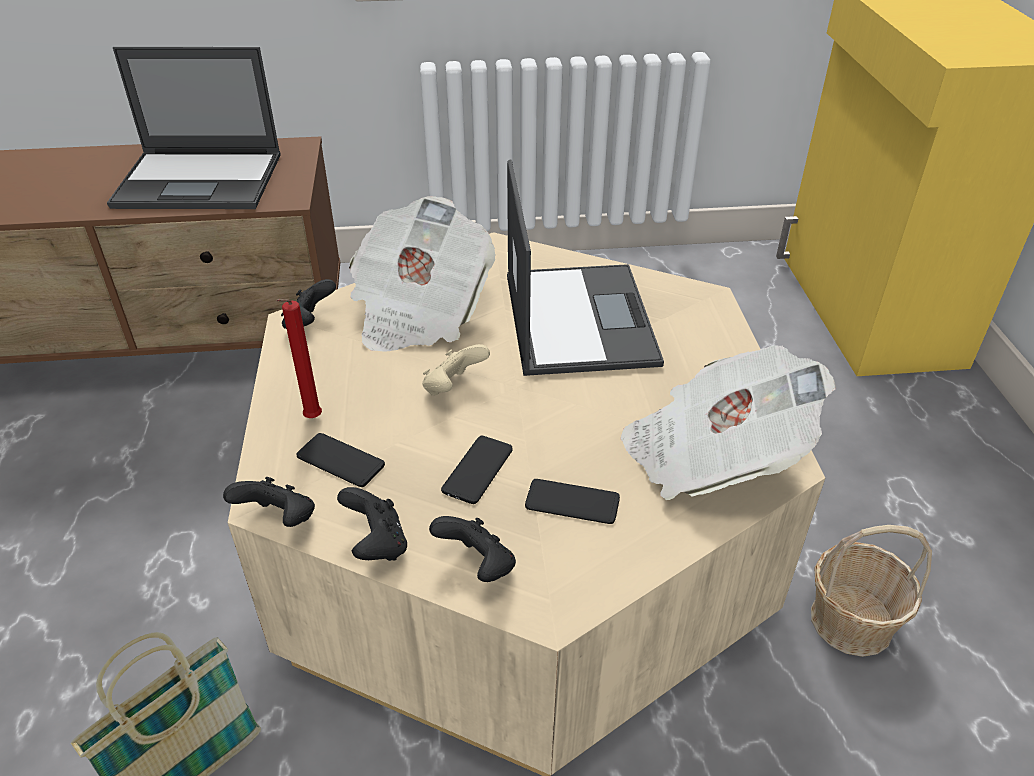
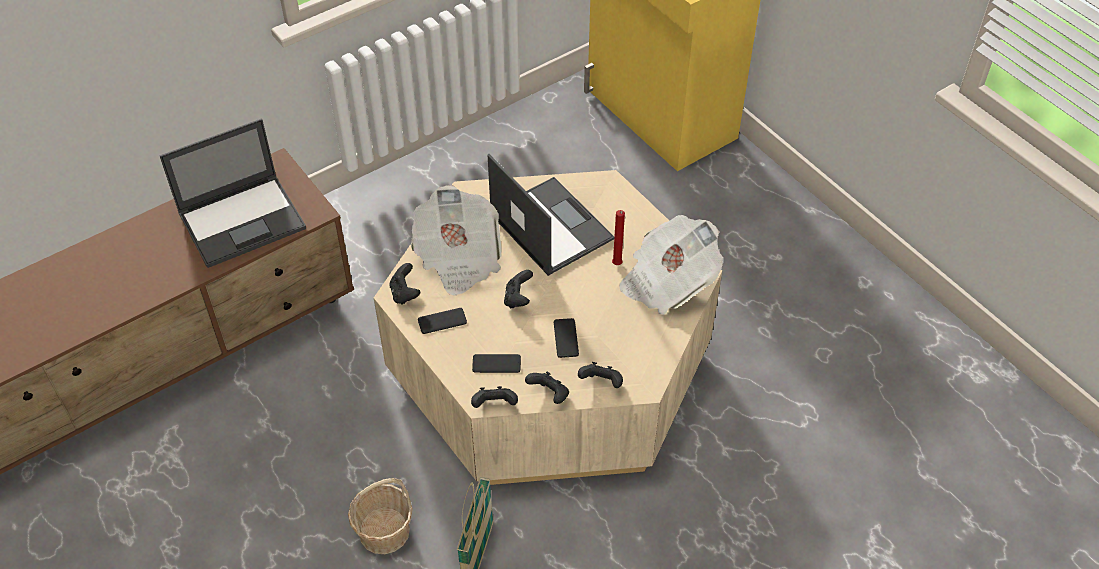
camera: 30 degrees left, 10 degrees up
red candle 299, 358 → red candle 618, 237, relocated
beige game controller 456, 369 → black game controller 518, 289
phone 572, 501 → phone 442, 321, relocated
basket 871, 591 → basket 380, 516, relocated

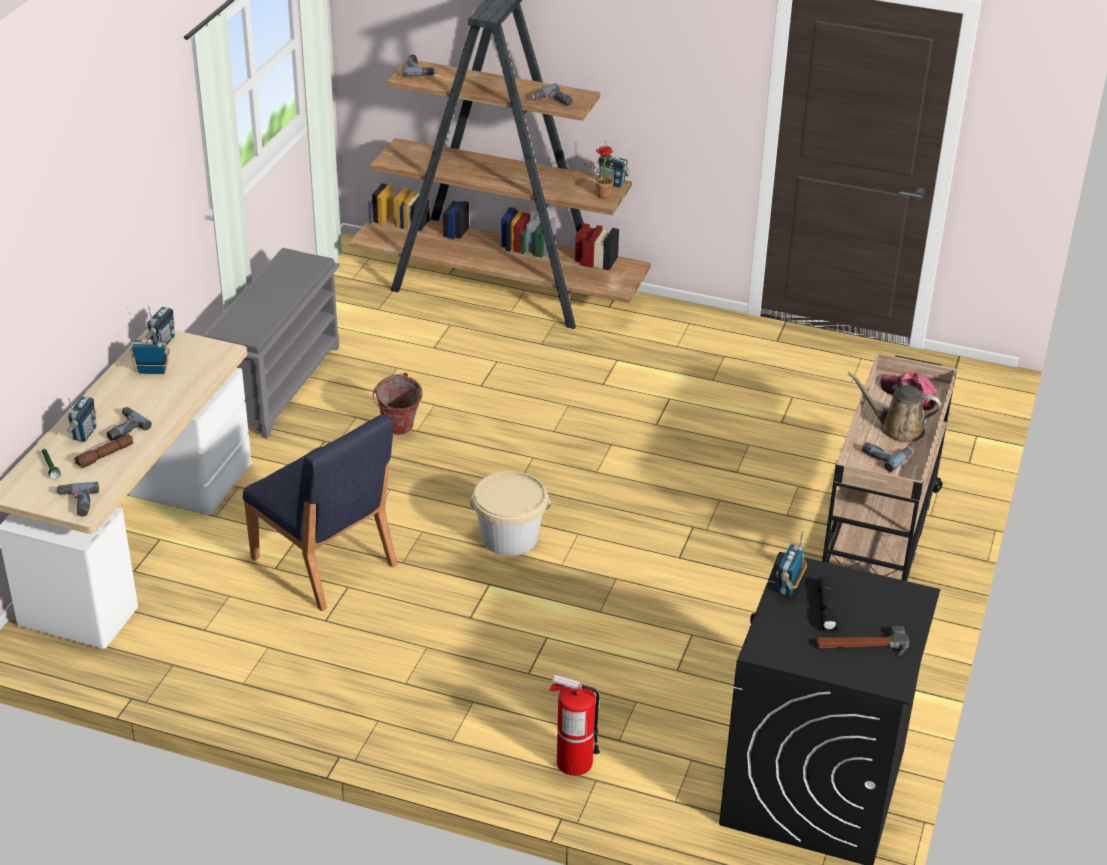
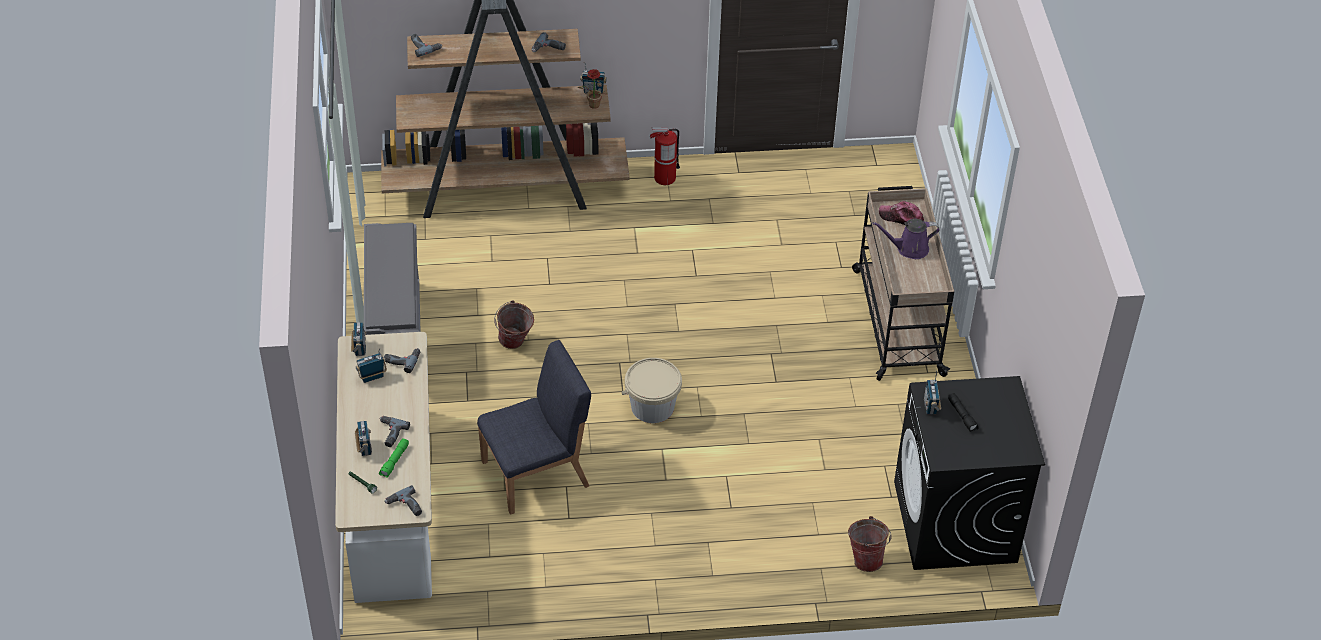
camera: 25 degrees left, 10 degrees up
brown flashlight 103, 451 → green flashlight 394, 458
blue chair 320, 512 → blue chair 534, 427, 45 degrees counterclockwise
fire extinguisher 574, 725 → fire extinguisher 665, 156, relocated
hammer 862, 641 → -
brown watering can 894, 407 → purple watering can 906, 239
power drill 887, 457 → power drill 402, 360, relocated
- → bucket 869, 544

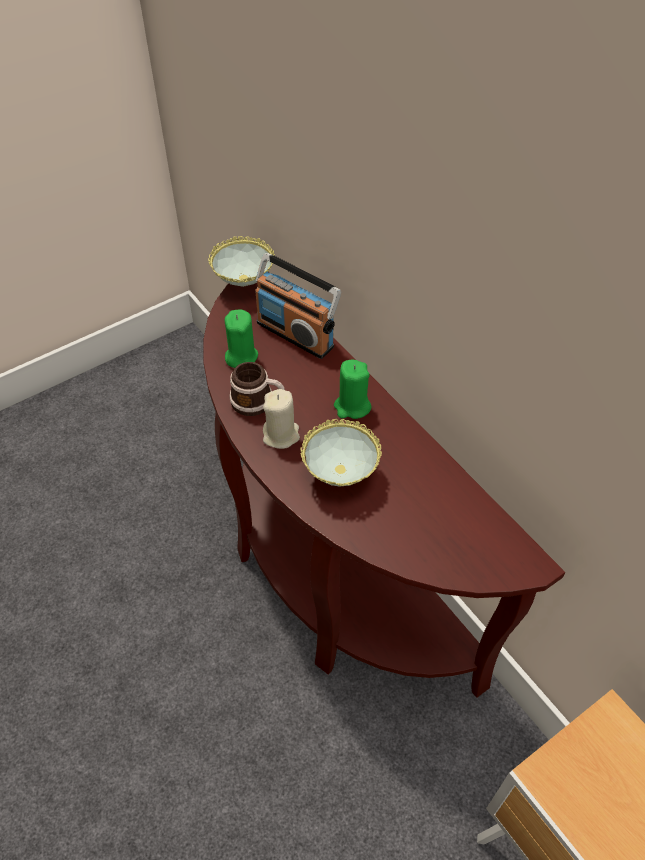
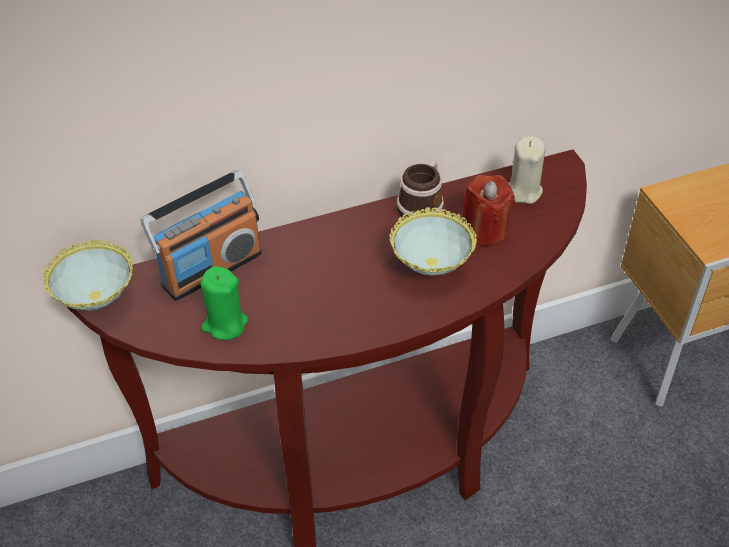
camera: 75 degrees left, 5 degrees down
mug 257, 389 → mug 420, 190, relocated
beige candle 281, 419 → beige candle 527, 170, relocated
green candle 352, 389 → -
- → red candle 489, 210

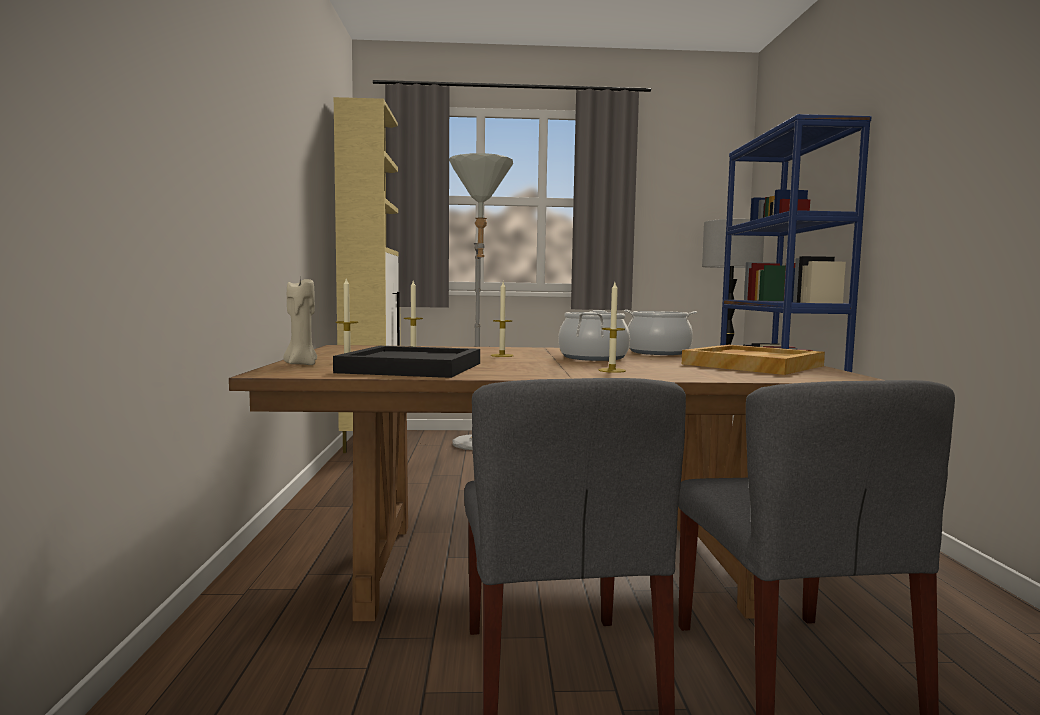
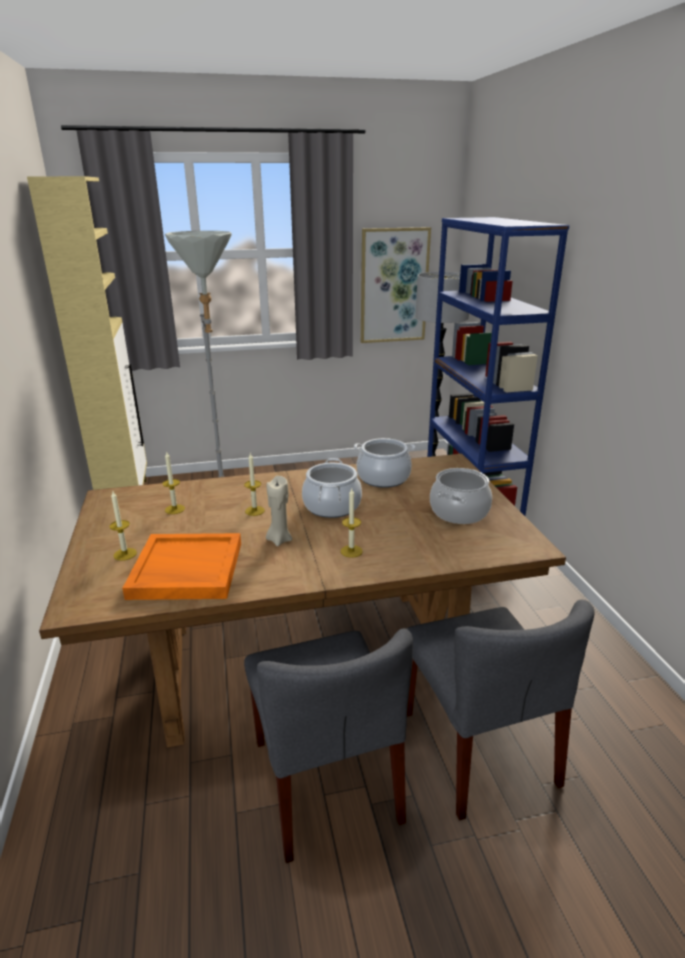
camera: 10 degrees left, 20 degrees up
beige candle 300, 322 → beige candle 279, 511, relocated
black tray 406, 362 → orange tray 181, 566
beige tray 753, 360 → cooking pot 461, 496
- → picture 396, 285

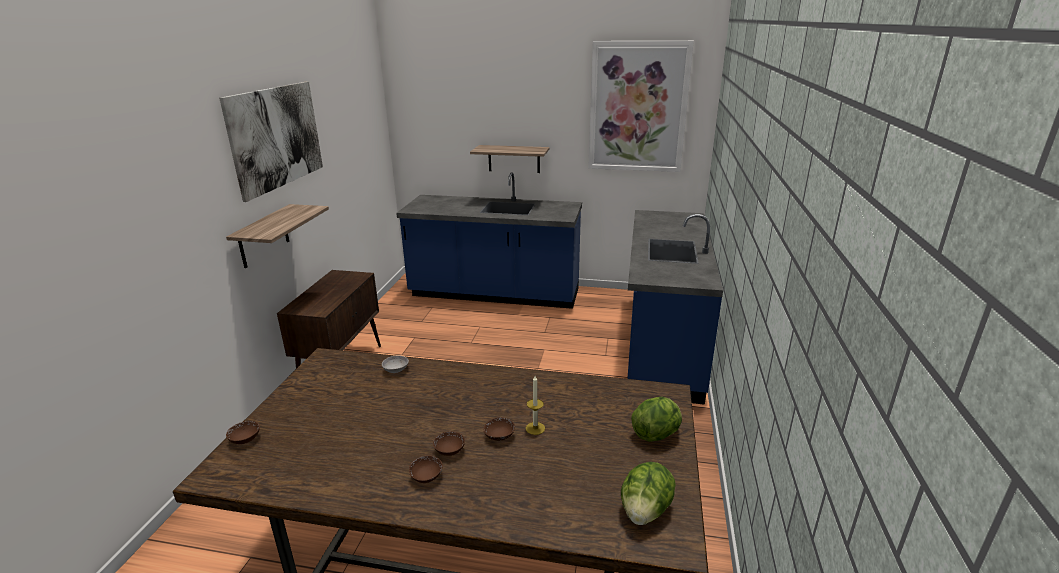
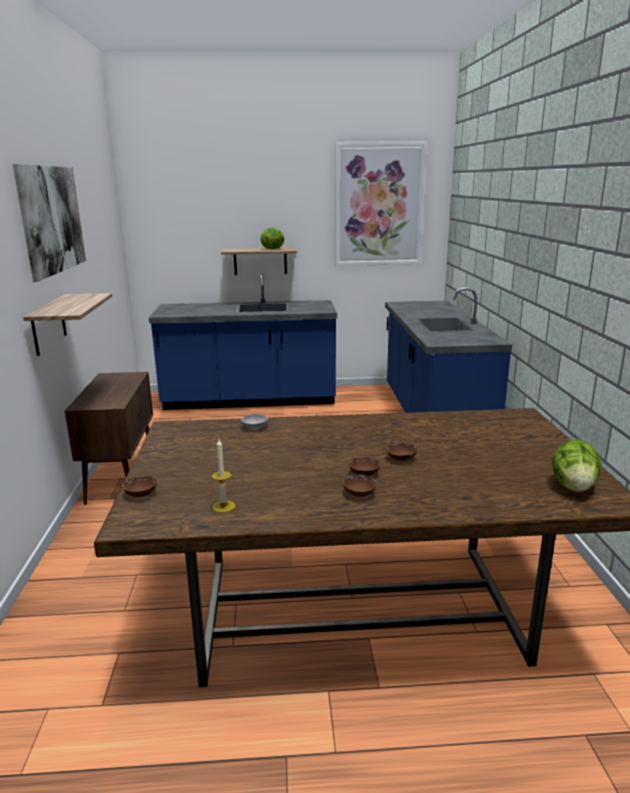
camera: 15 degrees left, 5 degrees down
candle 535, 405 → candle 223, 476, relocated
lettuce 656, 419 → lettuce 272, 238, relocated

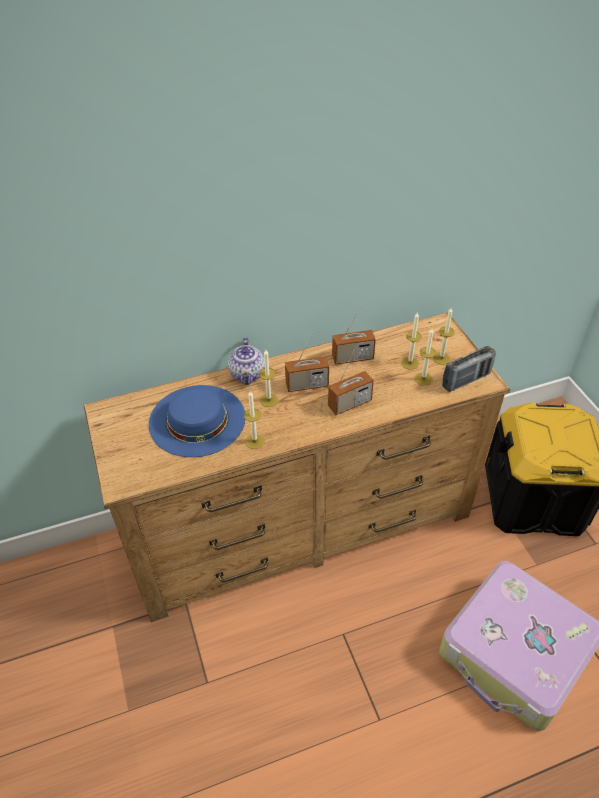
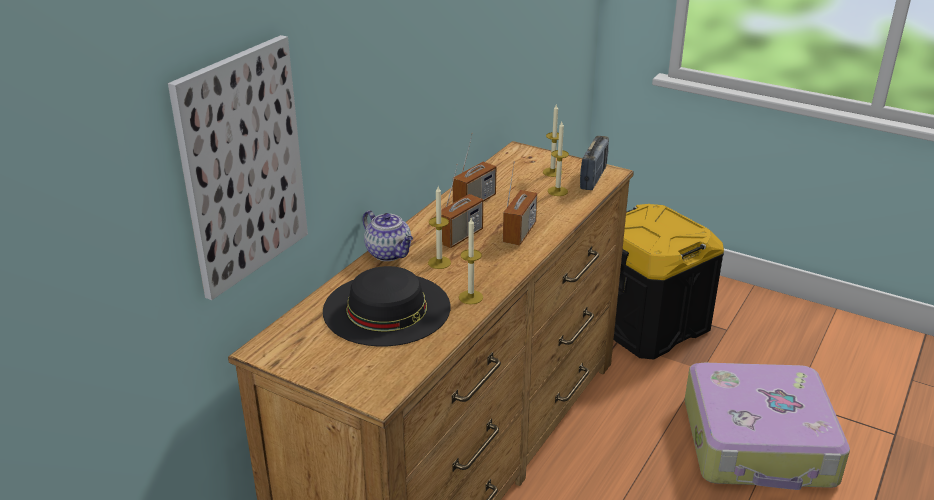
camera: 40 degrees left, 15 degrees down
blue hat 197, 421 → black hat 386, 306
candle 411, 341 → -
- → picture 238, 167

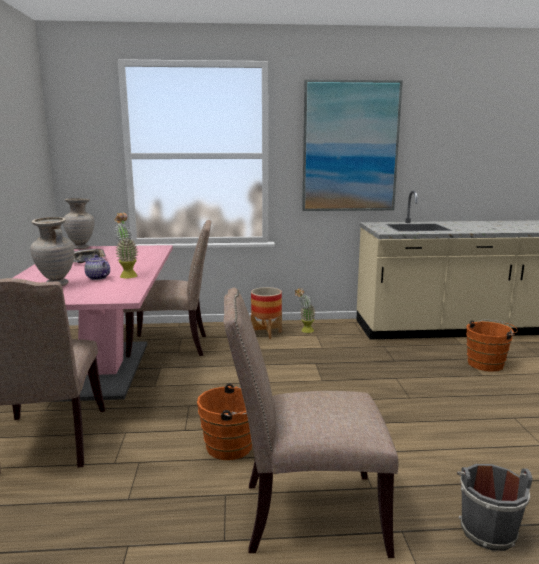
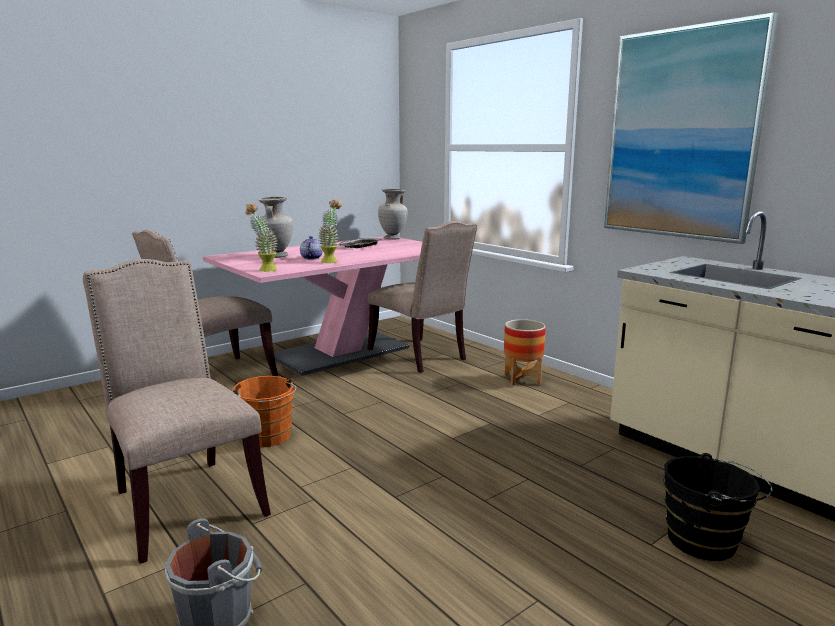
camera: 55 degrees right, 0 degrees up
potted plant 305, 310 → potted plant 261, 238, relocated
orange bucket 492, 346 → black bucket 717, 507

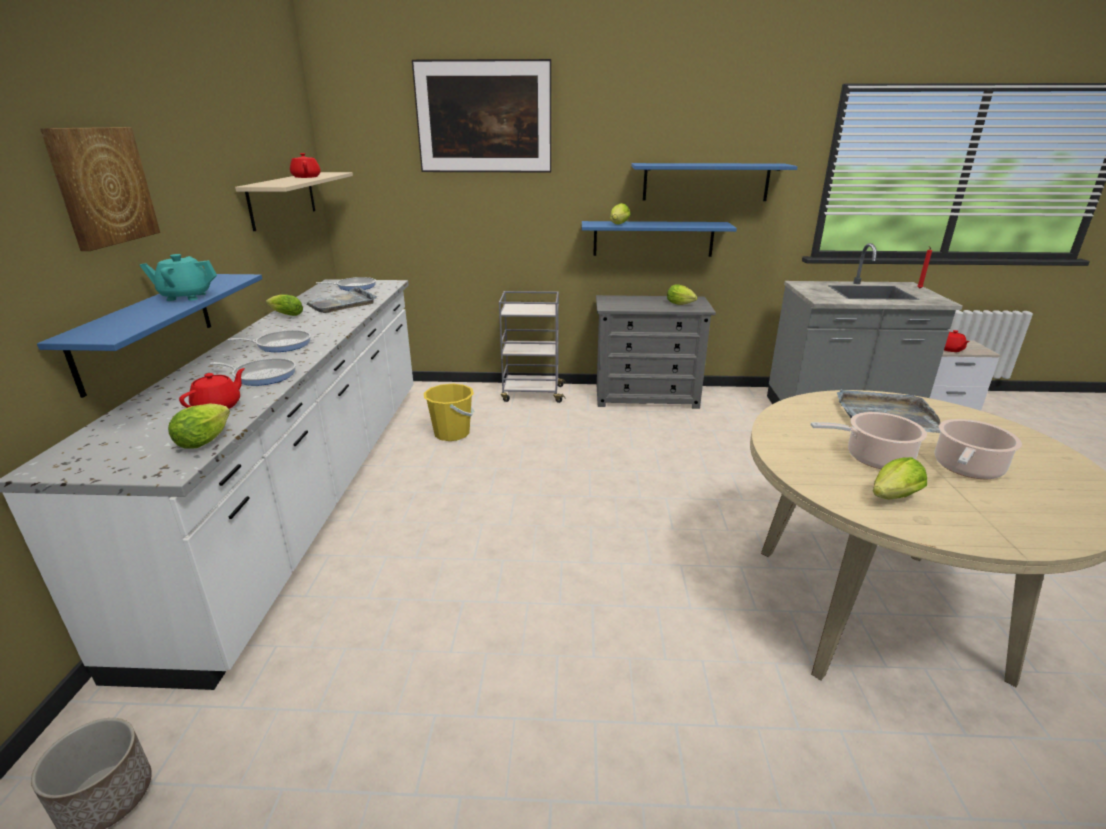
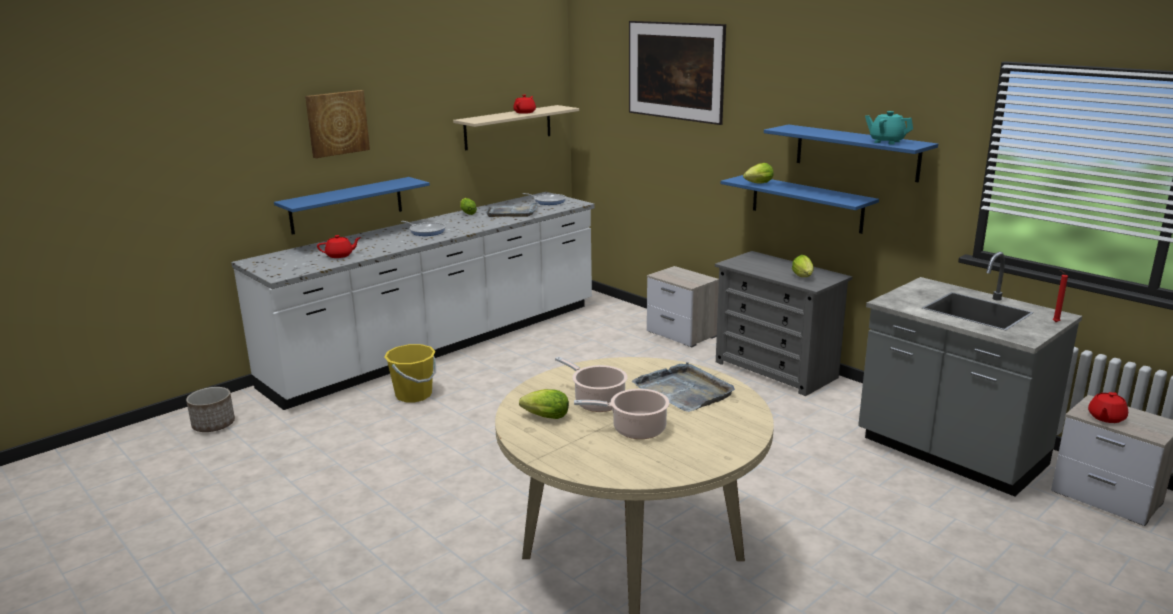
camera: 45 degrees right, 5 degrees down
turquoise teapot 178, 277 → turquoise teapot 889, 128, relocated
lettuce 199, 426 → -
frying pan 253, 372 → -
yellow bucket 449, 412 → yellow bucket 410, 373, relocated
grey cart 532, 347 → nightstand 683, 306

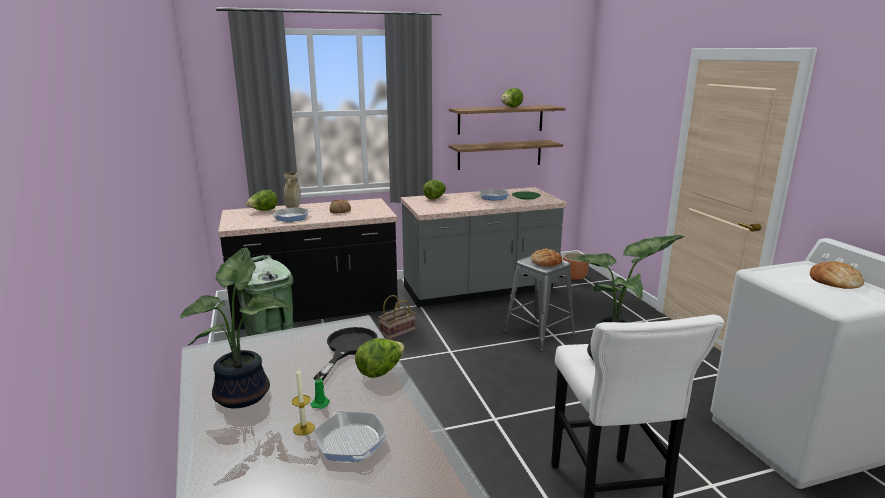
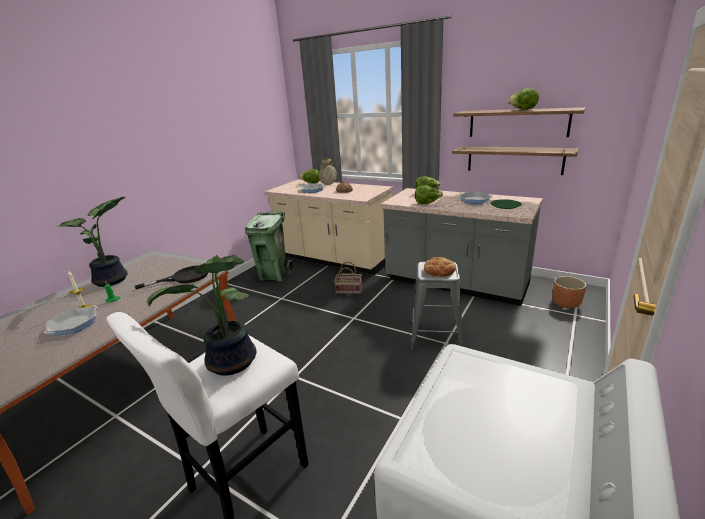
camera: 50 degrees right, 5 degrees up
black counter 308, 264 → beige counter 329, 227
lettuce 380, 358 → lettuce 429, 194, relocated
bread 837, 275 → -

